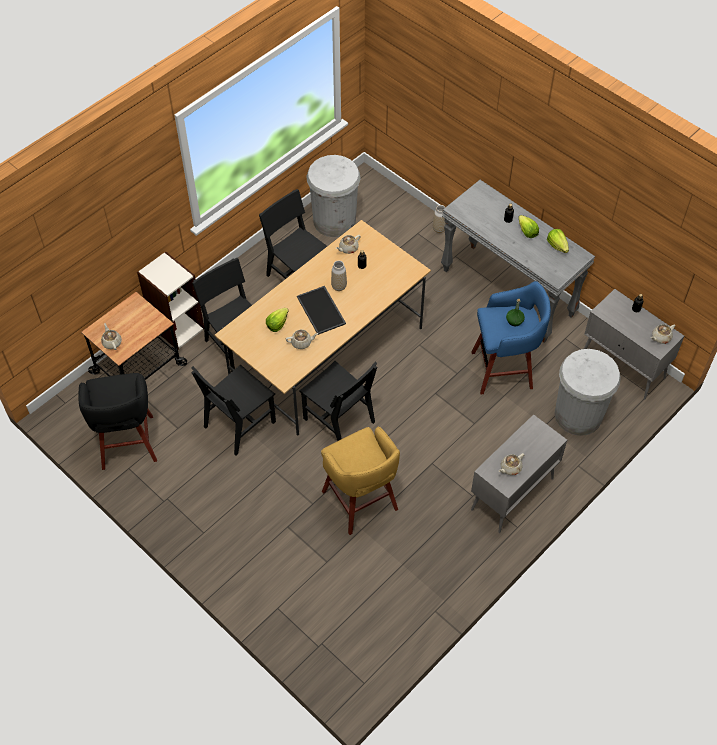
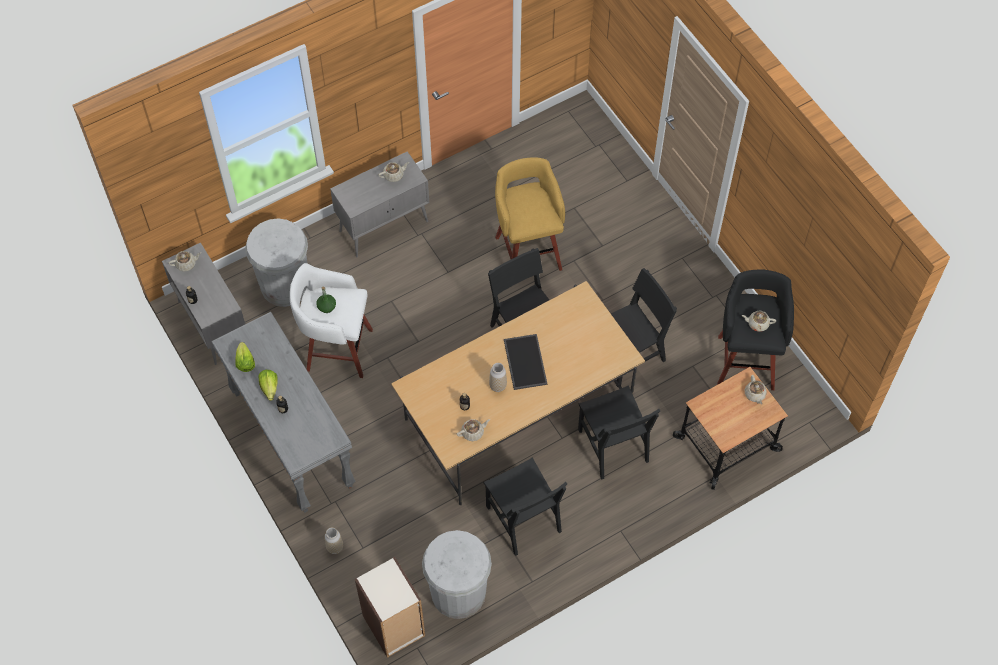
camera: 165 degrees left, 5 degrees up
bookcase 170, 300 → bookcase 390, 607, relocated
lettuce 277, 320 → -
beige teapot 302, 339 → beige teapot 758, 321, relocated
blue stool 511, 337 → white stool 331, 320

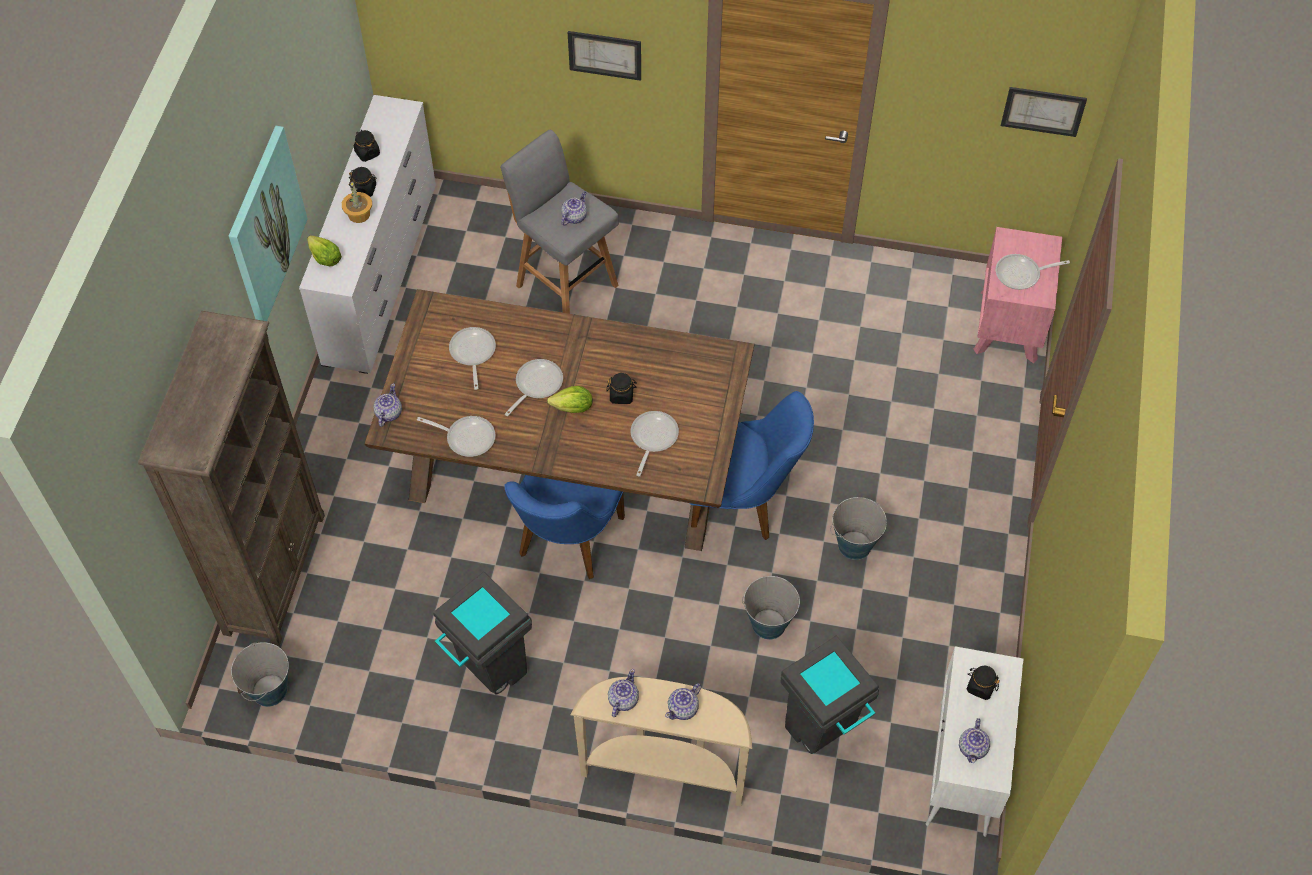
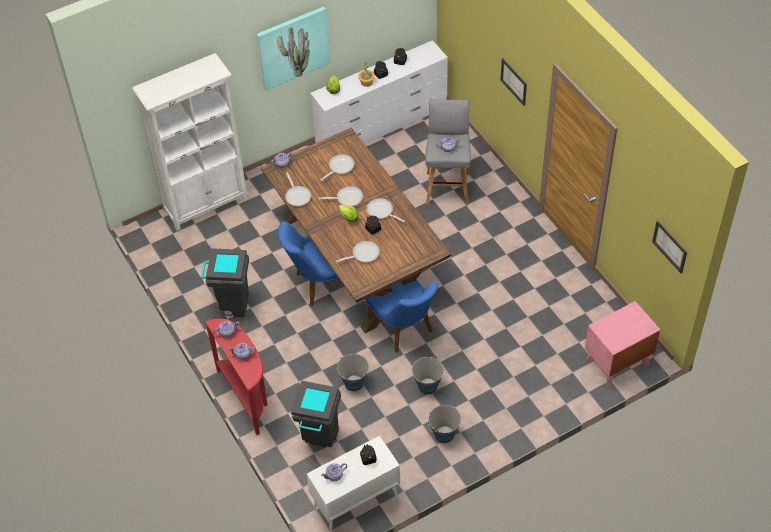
camera: 50 degrees right, 5 degrees down
brown bookcase 231, 478 → white bookcase 190, 142
bucket 260, 674 → bucket 444, 424, relocated
beige console table 661, 742 → red console table 236, 376
frying pan 1032, 272 → frying pan 385, 210, relocated

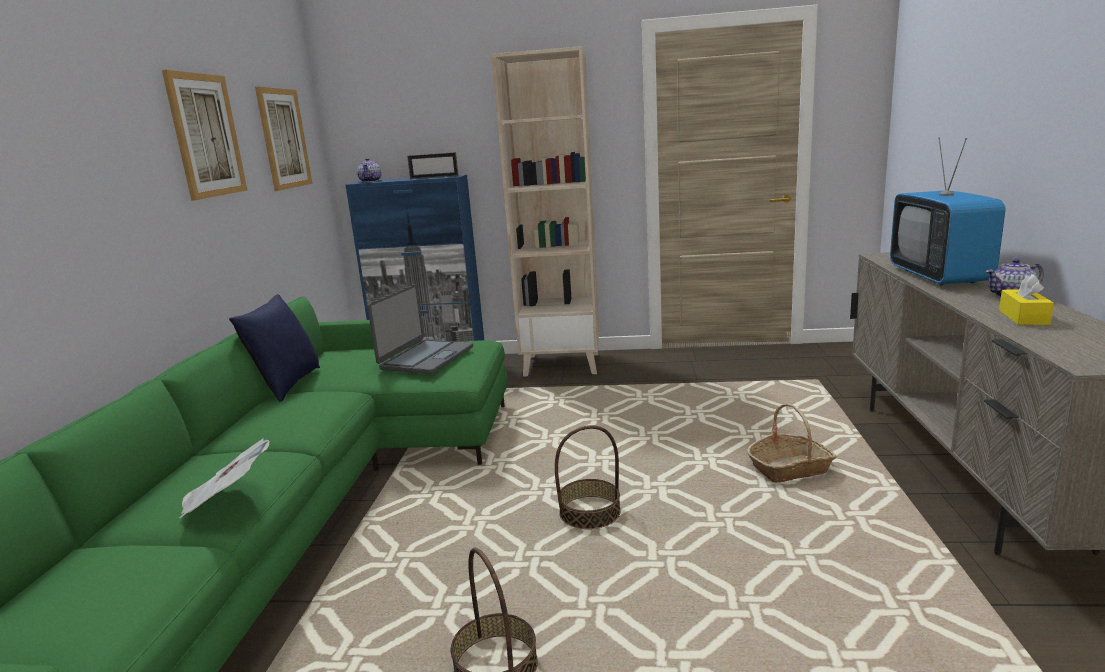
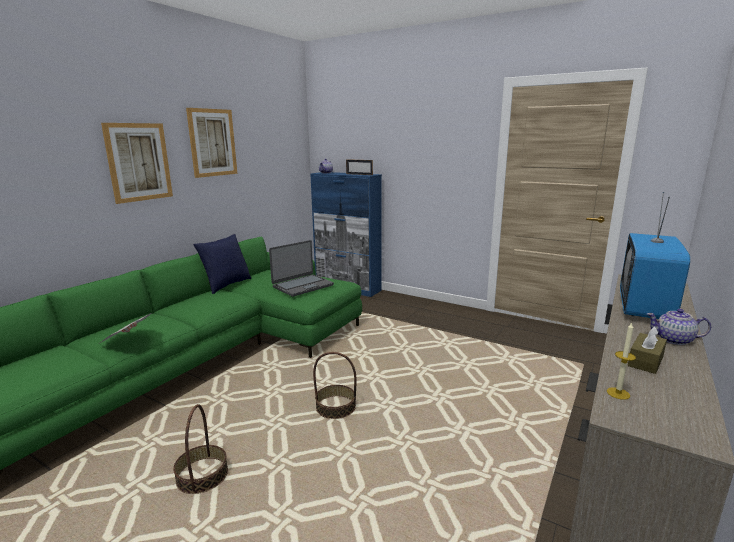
camera: 25 degrees right, 0 degrees up
picture 284, 139 → picture 137, 163, relocated
beige bookcase 545, 211 → -
basket 792, 443 → -
yellow tissue box 1026, 299 → brown tissue box 647, 350
- → candle 621, 361

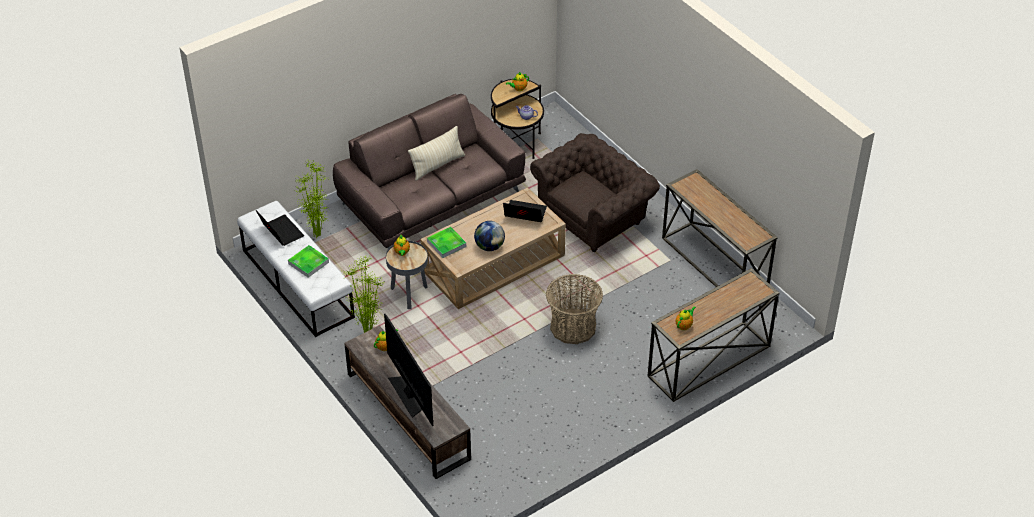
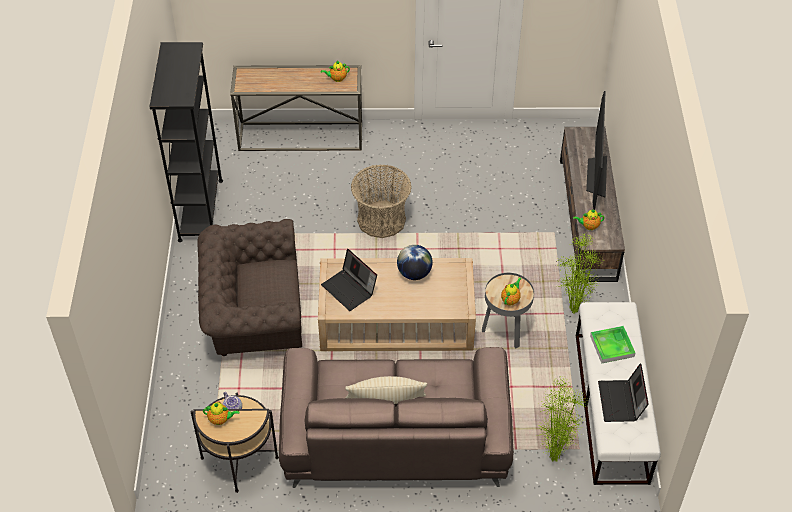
camera: 145 degrees left, 5 degrees up
tray 446, 242 → -
console table 720, 228 → black bookcase 186, 142

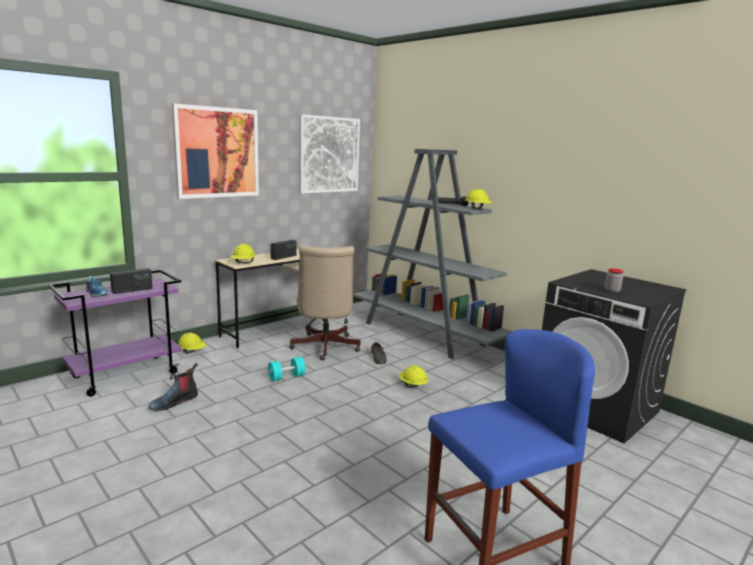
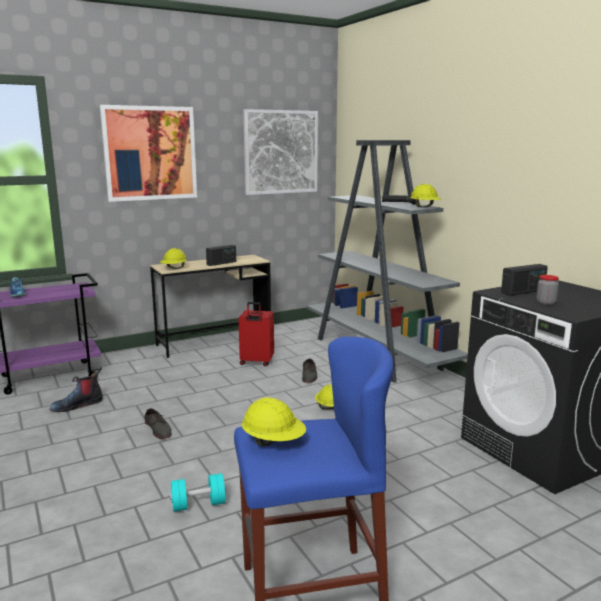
camera: 15 degrees right, 0 degrees up
radio 131, 281 → radio 524, 280, relocated
yellow hard hat 192, 343 → yellow hard hat 274, 422, relocated
turquoise dumbbell 286, 369 → turquoise dumbbell 198, 492, relocated
beige office chair 325, 302 → red suitcase 256, 334
- → grey shoe 158, 423

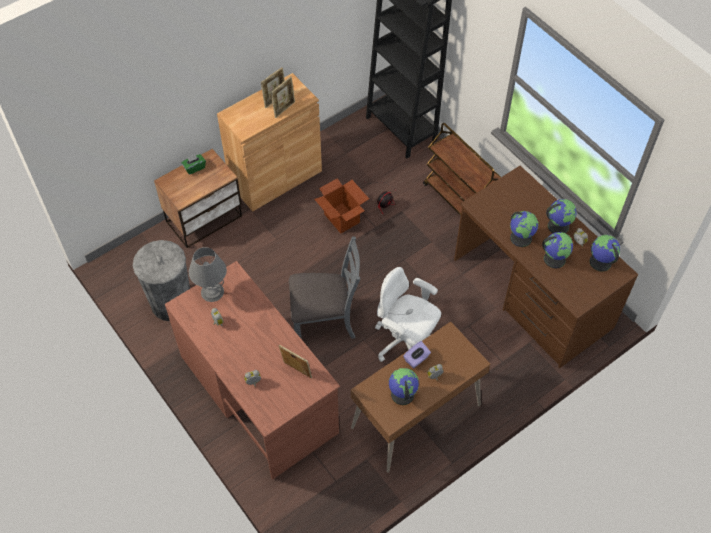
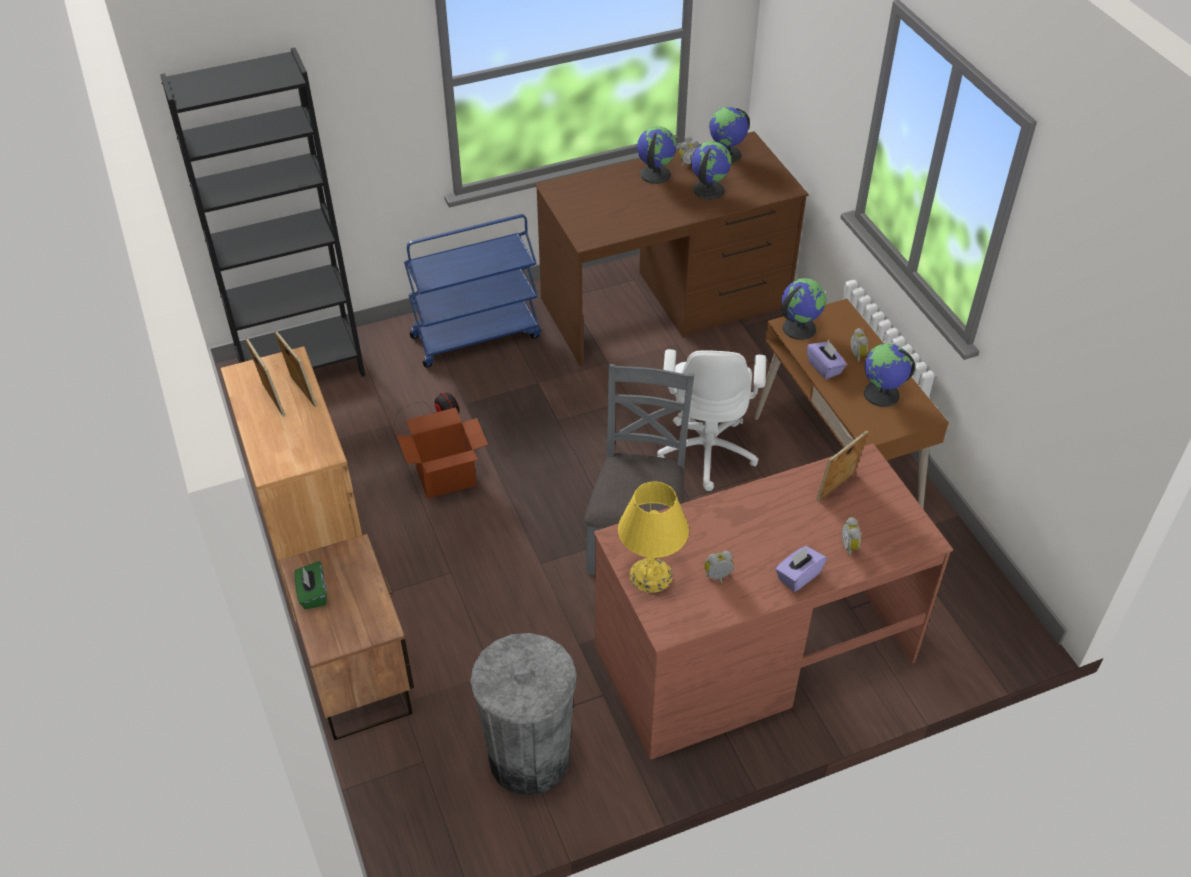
camera: 75 degrees left, 10 degrees down
grey table lamp 208, 274 → yellow table lamp 653, 537
white office chair 408, 314 → white office chair 711, 420, 45 degrees counterclockwise
brown cart 462, 169 → blue cart 472, 291
globe 524, 229 → globe 803, 309, relocated
- → purple tissue box 801, 569

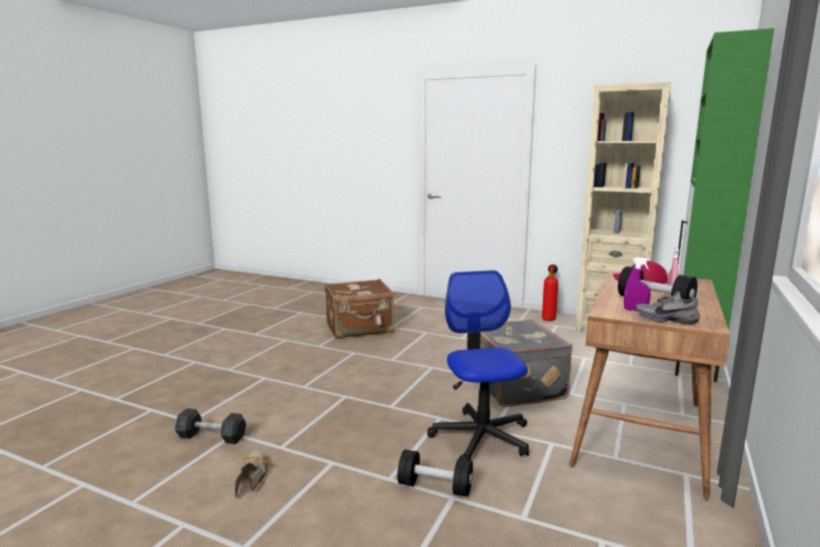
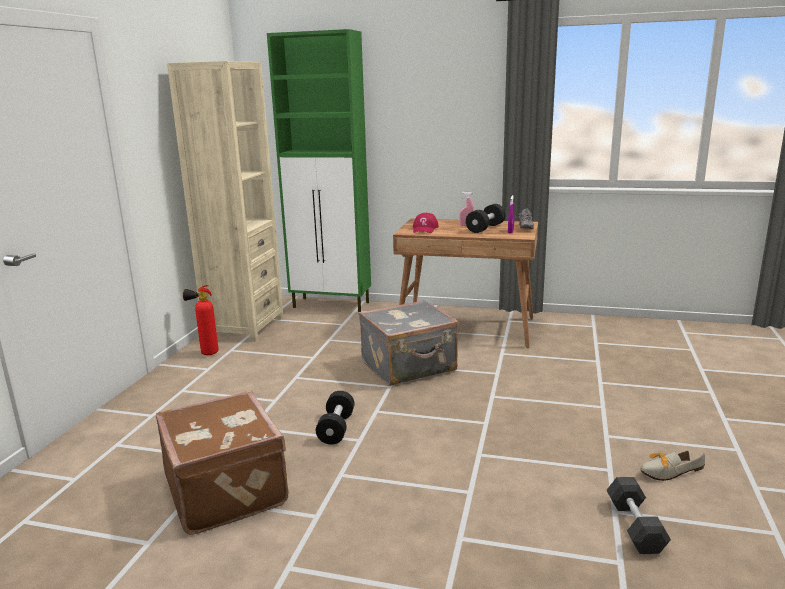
camera: 100 degrees left, 5 degrees up
black dumbbell 435, 473 → black dumbbell 335, 418, relocated
office chair 478, 365 → -

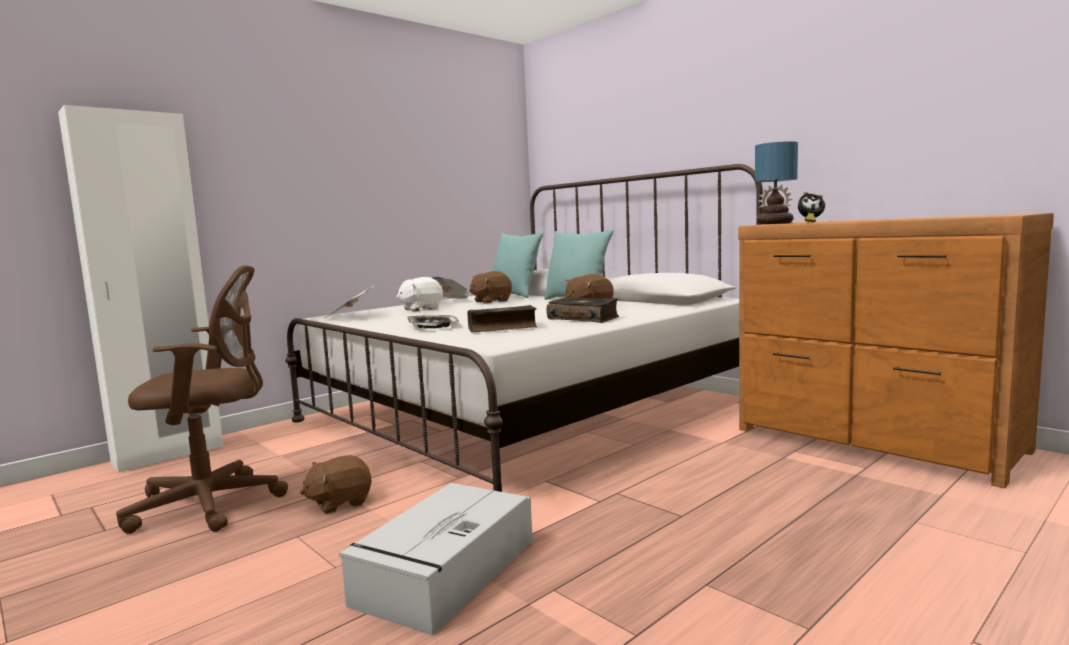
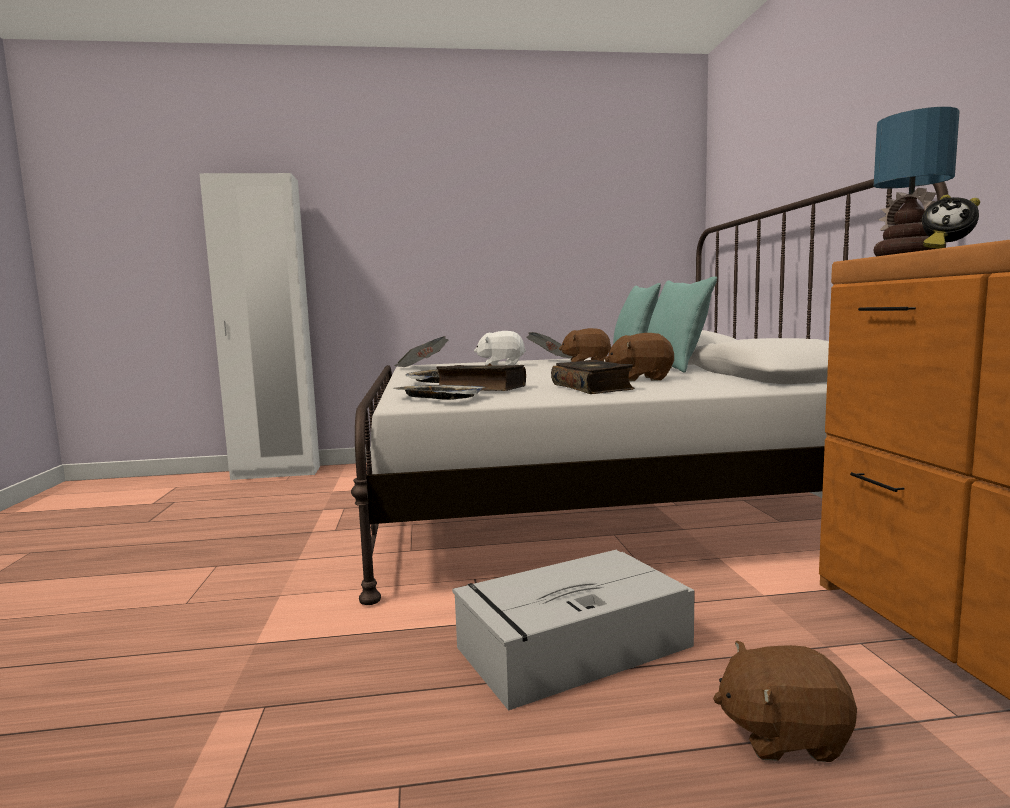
camera: 35 degrees right, 0 degrees up
brown office chair 202, 399 → -
brown plush toy 336, 484 → brown plush toy 785, 701, relocated
grey storage box 436, 559 → grey storage box 573, 630, relocated
- → tray 439, 392

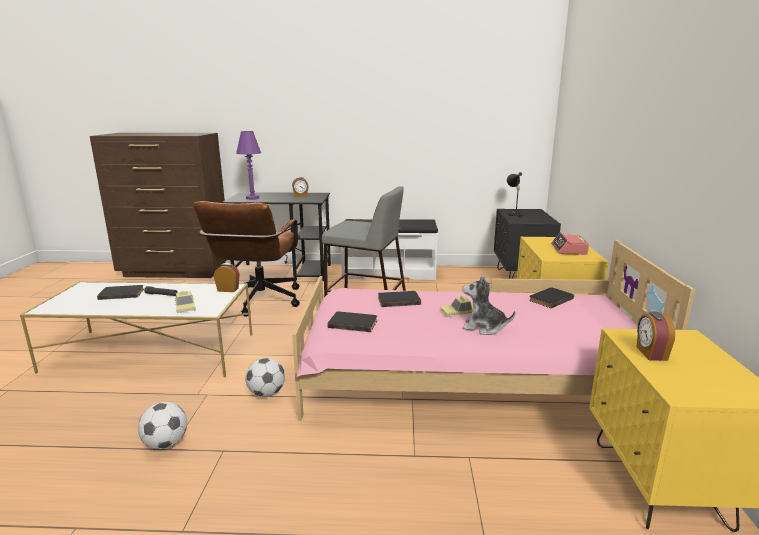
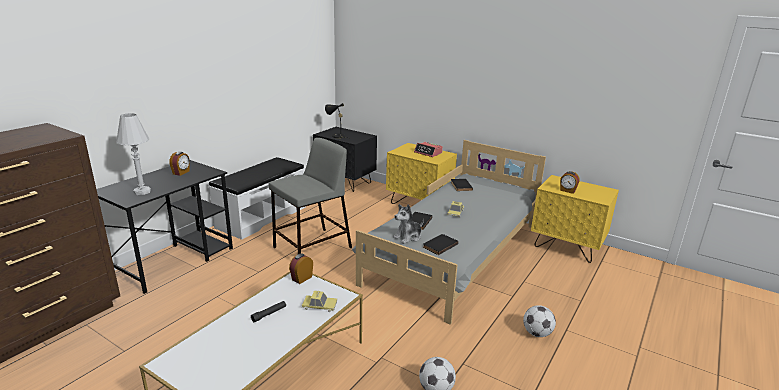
camera: 60 degrees left, 5 degrees up
black book 120, 292 → -
brown office chair 246, 259 → -
purple table lamp 248, 165 → white table lamp 133, 154
football 265, 377 → football 539, 321, relocated
pink bed 493, 330 → grey bed 449, 232
plush toy 488, 305 → plush toy 408, 224, relocated

